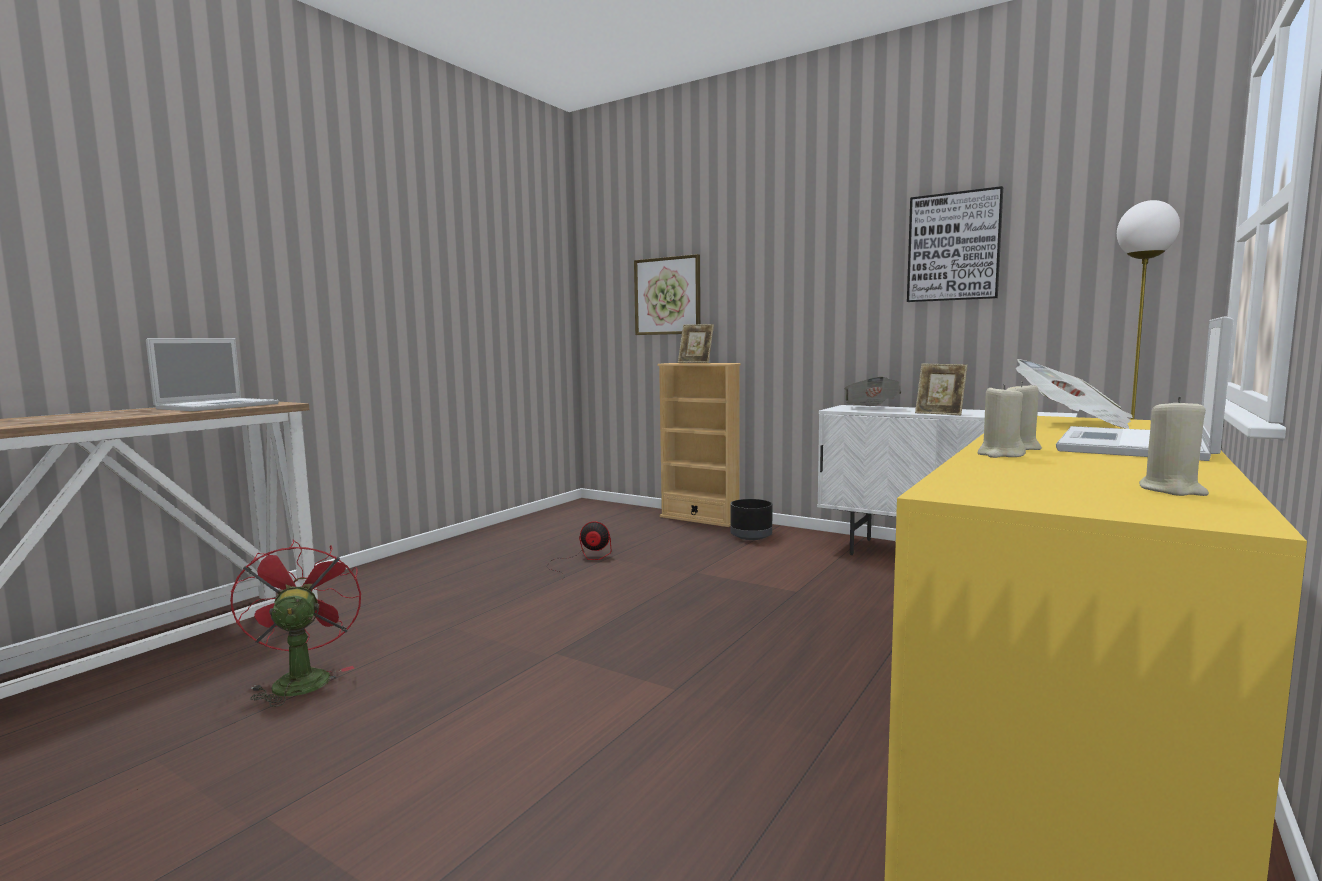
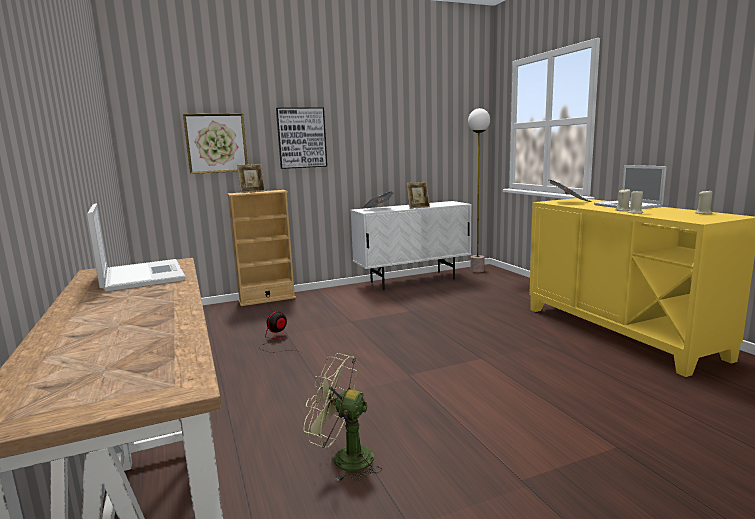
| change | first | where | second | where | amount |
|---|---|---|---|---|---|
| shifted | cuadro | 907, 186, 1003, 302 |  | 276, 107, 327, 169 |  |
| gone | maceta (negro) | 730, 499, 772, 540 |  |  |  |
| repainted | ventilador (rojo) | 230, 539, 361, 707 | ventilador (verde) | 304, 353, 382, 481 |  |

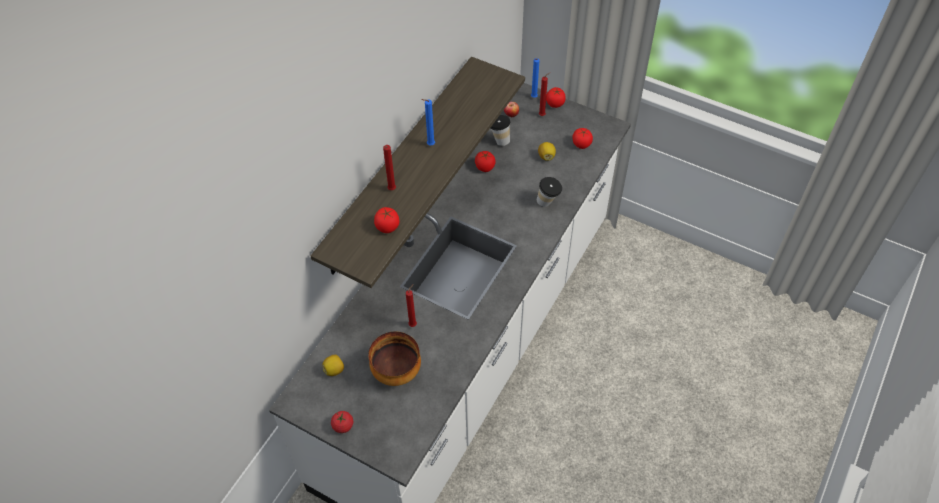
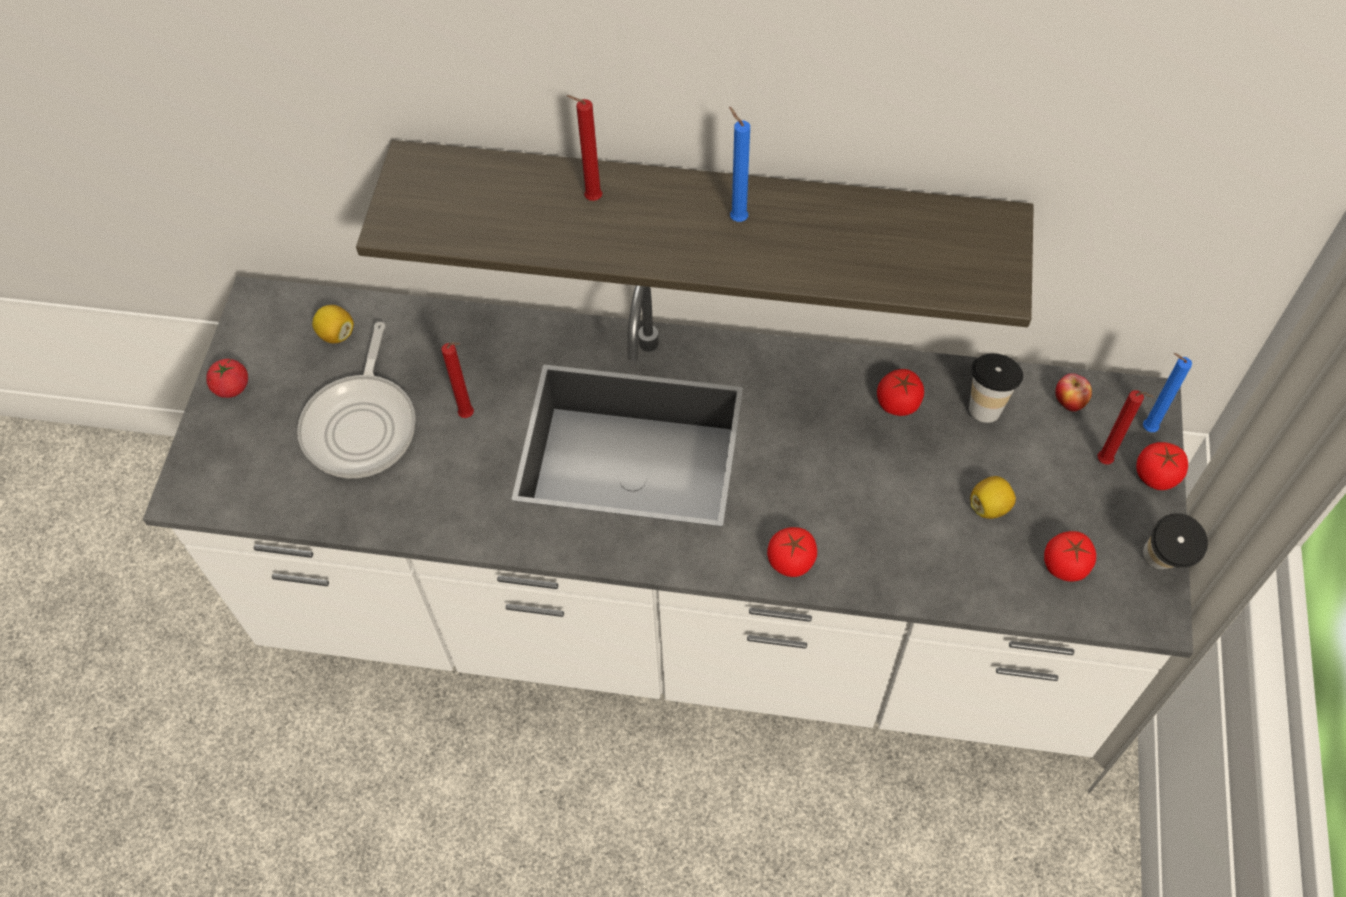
| change | first | where | second | where | amount |
|---|---|---|---|---|---|
| shifted | taza | 537, 177, 562, 207 |  | 1143, 513, 1208, 570 |  |
| shifted | tomate | 374, 207, 400, 233 |  | 767, 527, 817, 577 |  |
| swapped | cuenco | 368, 331, 421, 386 | sartén | 297, 322, 416, 478 |  |

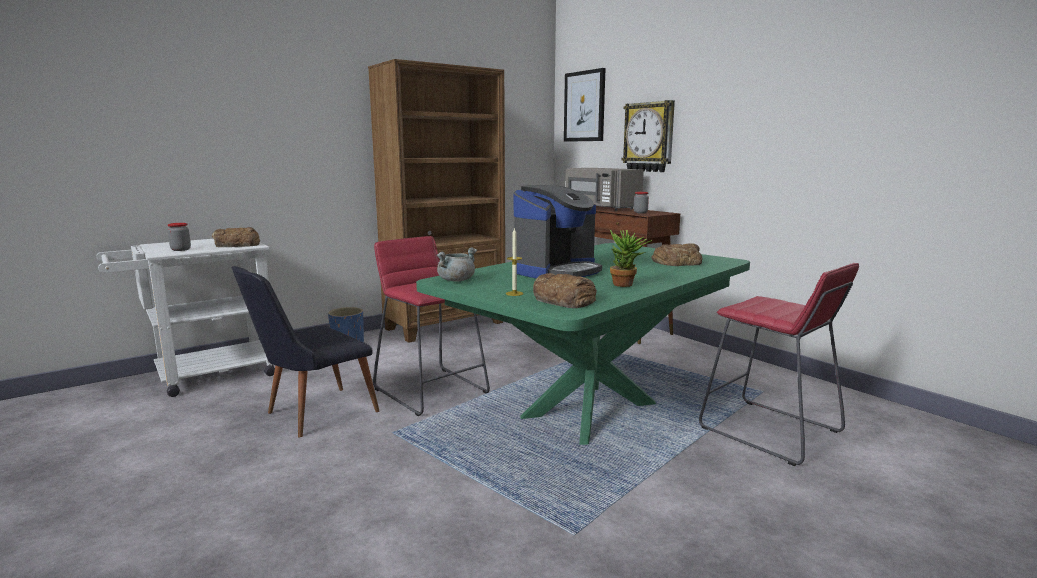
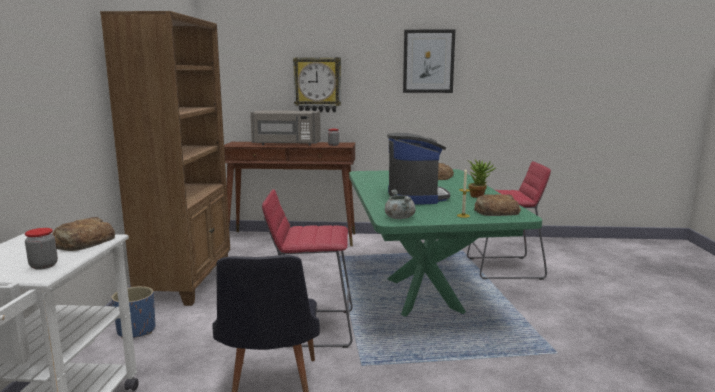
| change | first | where | second | where | amount |
|---|---|---|---|---|---|
| shifted | cuadro | 564, 68, 606, 142 |  | 403, 29, 456, 93 |  |

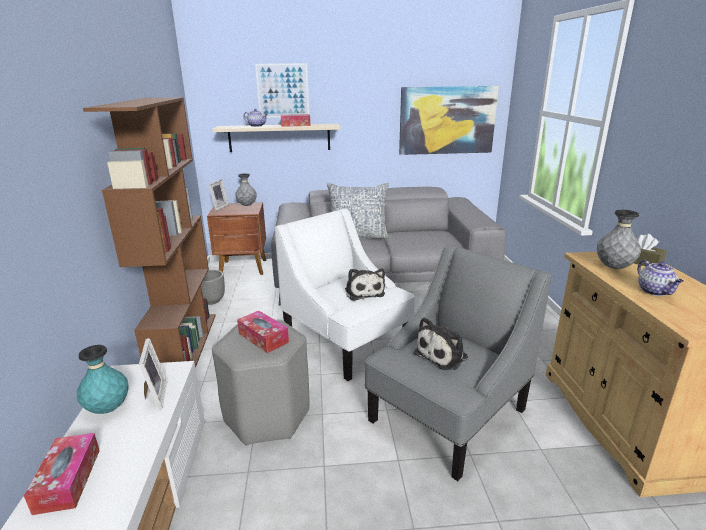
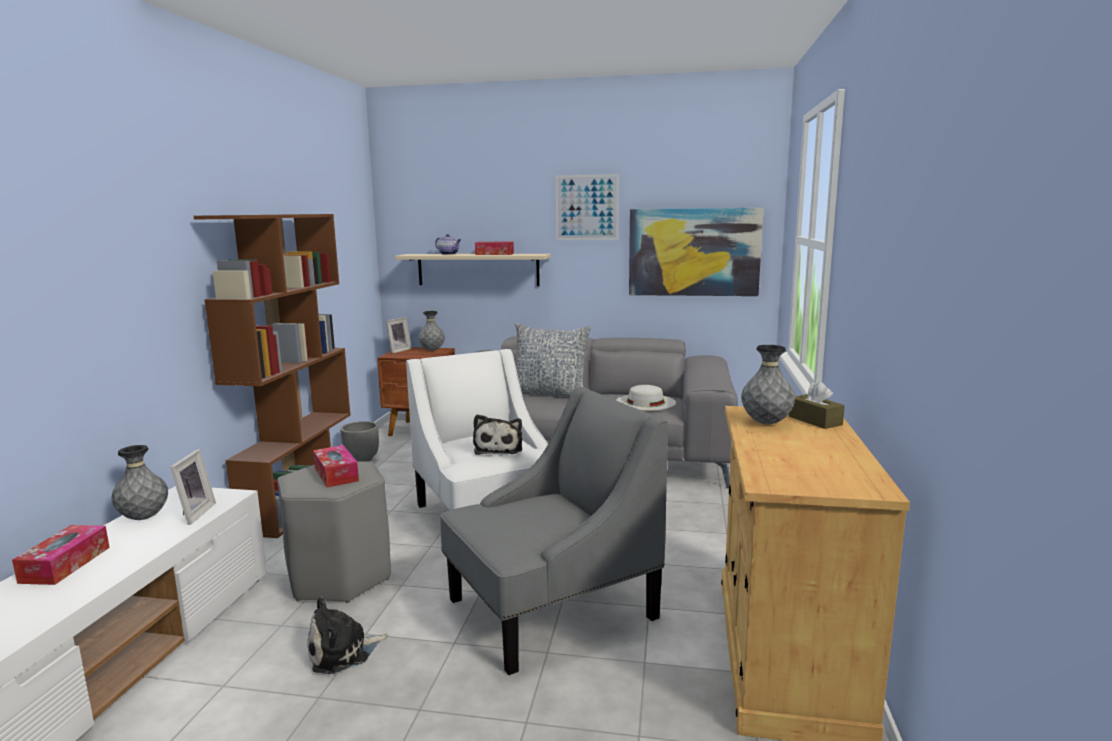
| change | first | where | second | where | amount |
|---|---|---|---|---|---|
| shifted | cuadro | 255, 63, 309, 118 |  | 556, 174, 619, 240 |  |
| gone | tetera | 637, 260, 684, 296 |  |  |  |
| shifted | peluche | 414, 317, 468, 370 |  | 307, 596, 389, 674 |  |
| repainted | florero (turquesa) | 77, 345, 129, 414 | florero (gris) | 112, 445, 168, 520 |  |
| new |  |  | sombrero (blanco) | 616, 385, 676, 410 |  |

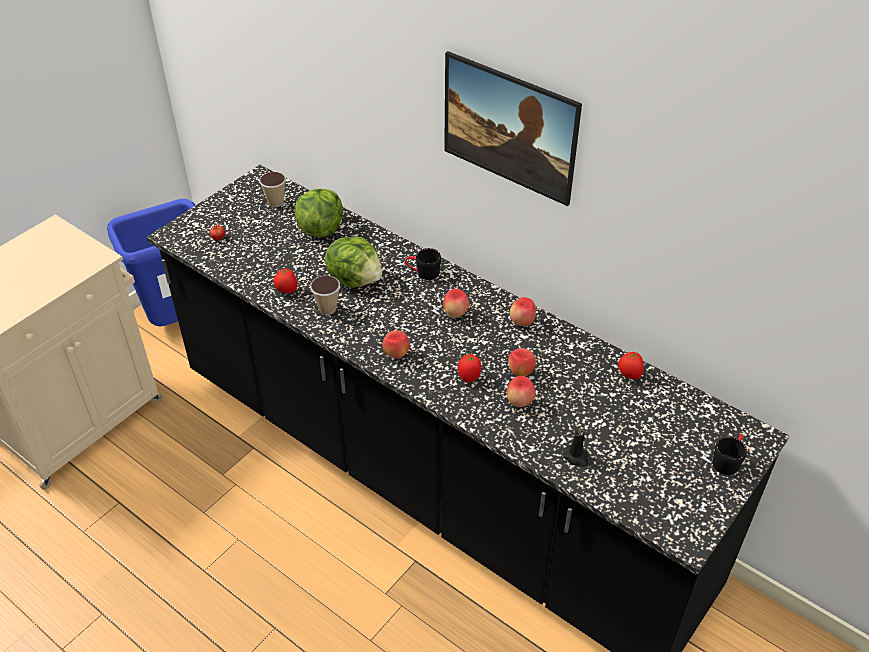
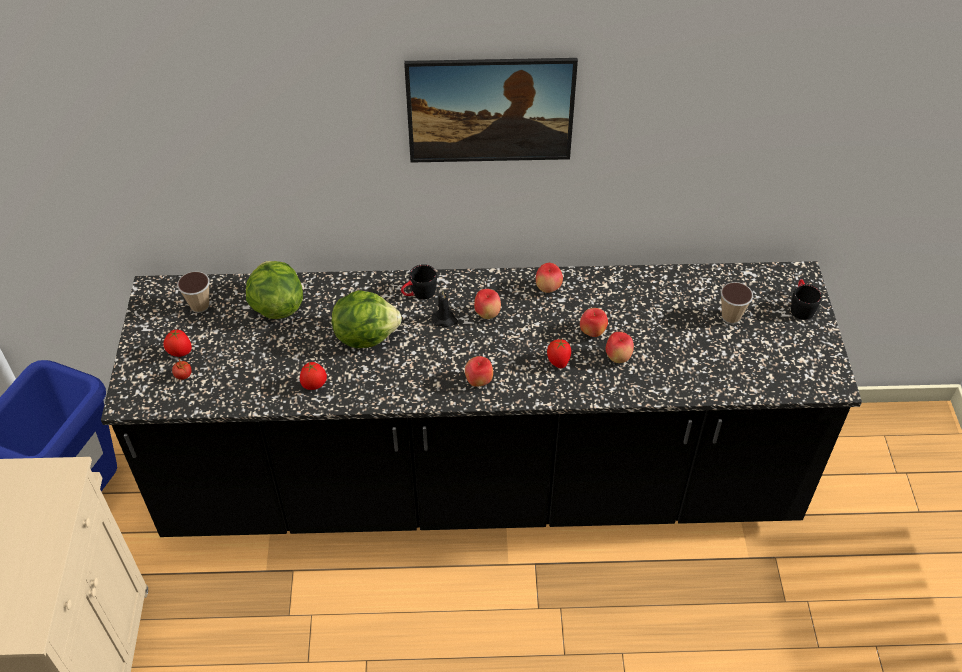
| change | first | where | second | where | amount |
|---|---|---|---|---|---|
| shifted | taza | 310, 276, 340, 315 |  | 721, 282, 753, 324 |  |
| shifted | tomate | 618, 352, 644, 379 |  | 164, 329, 192, 357 |  |
| shifted | vela (negro) | 563, 427, 588, 467 |  | 432, 291, 458, 327 |  |

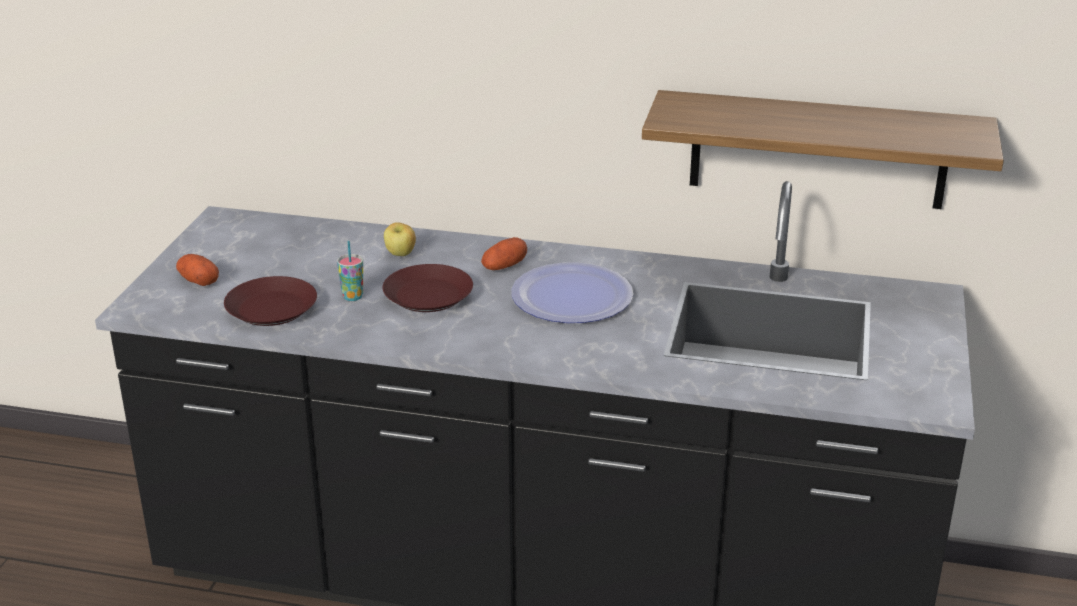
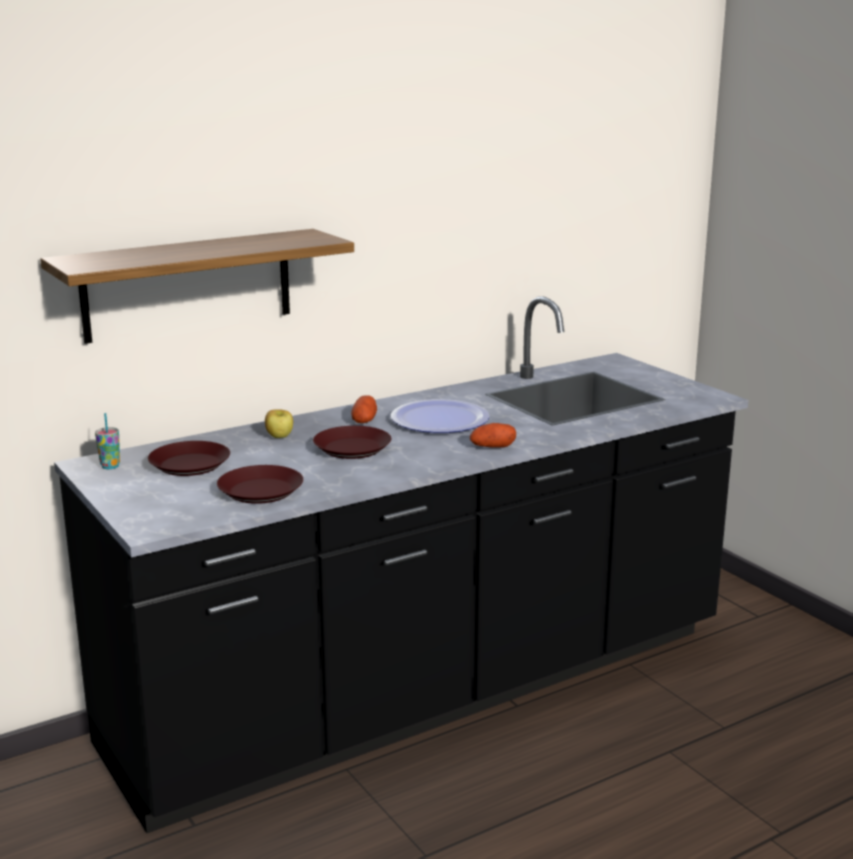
| change | first | where | second | where | amount |
|---|---|---|---|---|---|
| shifted | estante | 642, 90, 1004, 209 |  | 40, 229, 354, 344 |  |
| shifted | taza | 337, 241, 363, 301 |  | 95, 413, 120, 469 |  |
| shifted | patata | 176, 254, 219, 286 |  | 470, 423, 516, 448 |  |
| new |  |  | plato (marrón) | 148, 441, 230, 476 |  |

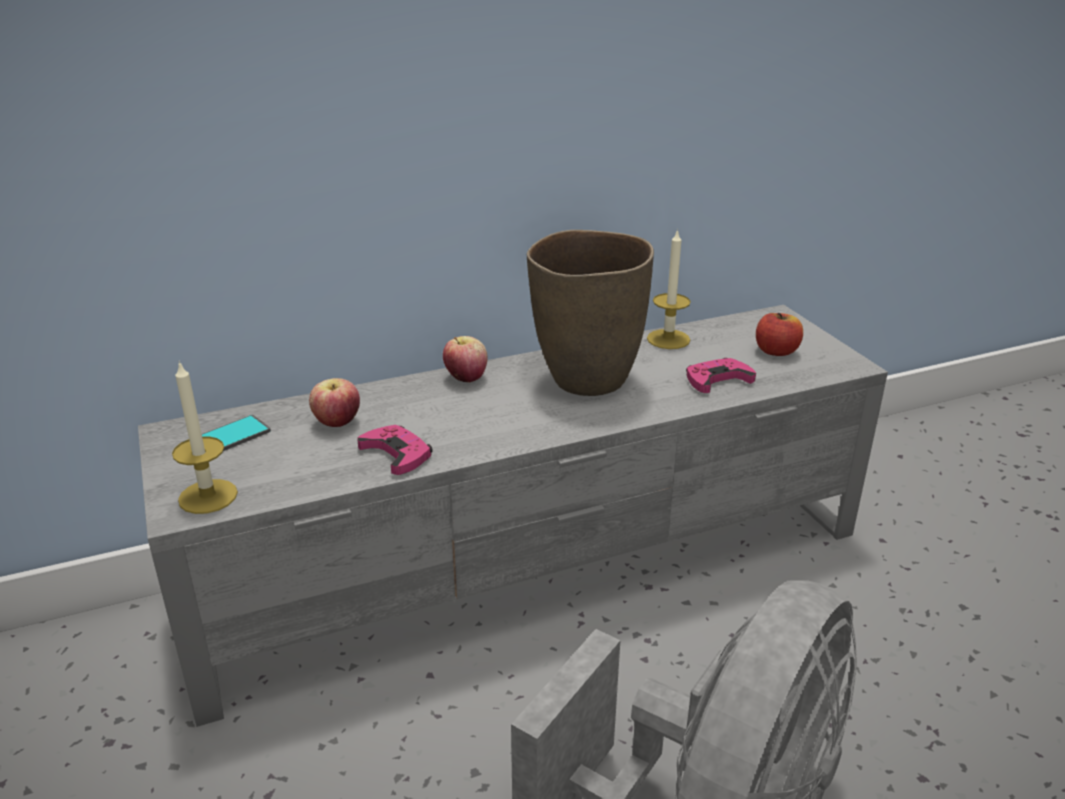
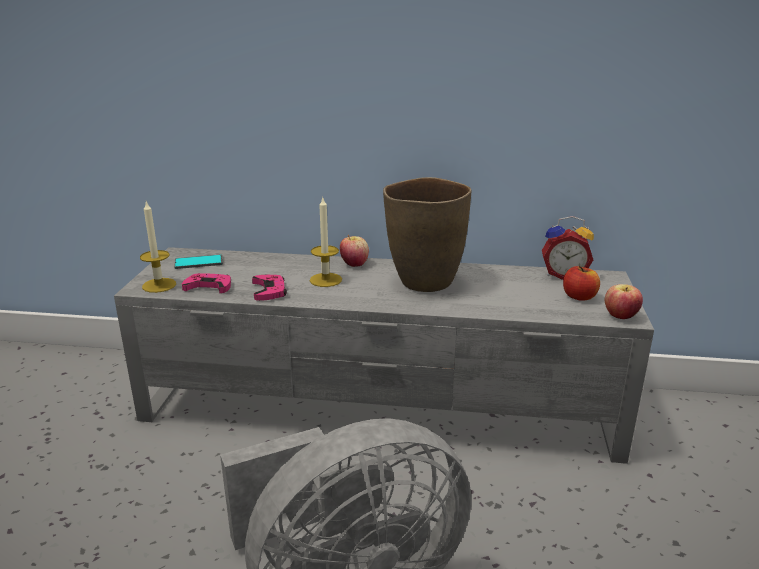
| change | first | where | second | where | amount |
|---|---|---|---|---|---|
| shifted | vela | 647, 229, 691, 349 |  | 310, 198, 342, 287 |  |
| shifted | mando de consola (rosa) | 686, 358, 756, 393 |  | 182, 273, 231, 293 |  |
| shifted | manzana | 309, 378, 360, 427 |  | 605, 284, 643, 319 |  |
| new |  |  | despertador | 542, 216, 594, 280 |  |

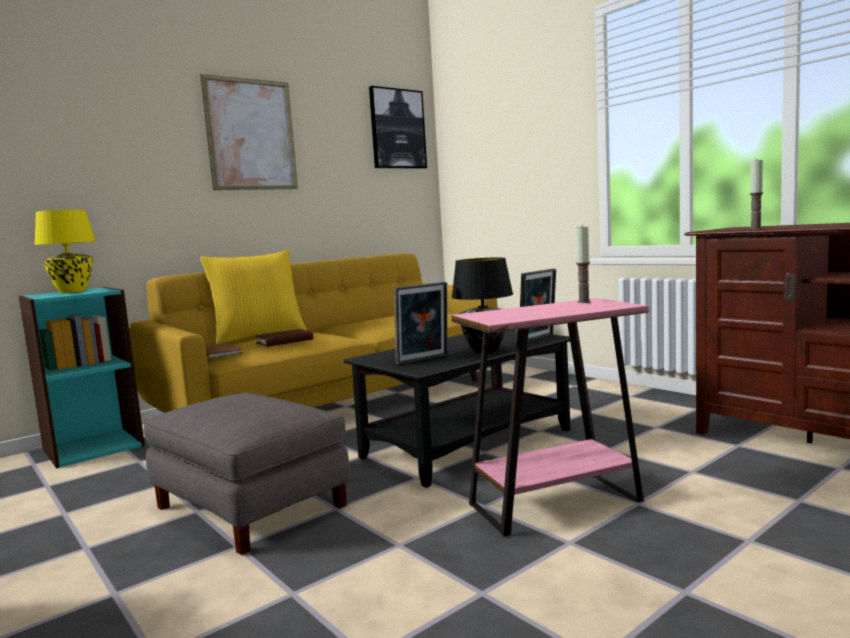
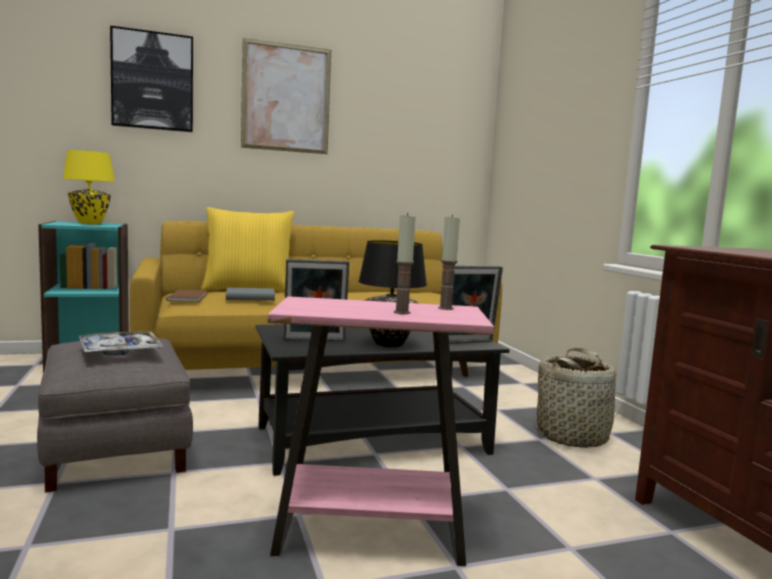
| change | first | where | second | where | amount |
|---|---|---|---|---|---|
| shifted | cuadro | 369, 86, 427, 169 |  | 110, 26, 193, 132 |  |
| shifted | vela | 749, 158, 763, 229 |  | 394, 213, 416, 314 |  |
| repainted | libro (marrón) | 256, 329, 313, 347 | libro (gris) | 226, 288, 275, 301 |  |
| new |  |  | bandeja | 79, 332, 163, 355 |  |
| new |  |  | cesta | 533, 347, 624, 448 |  |

